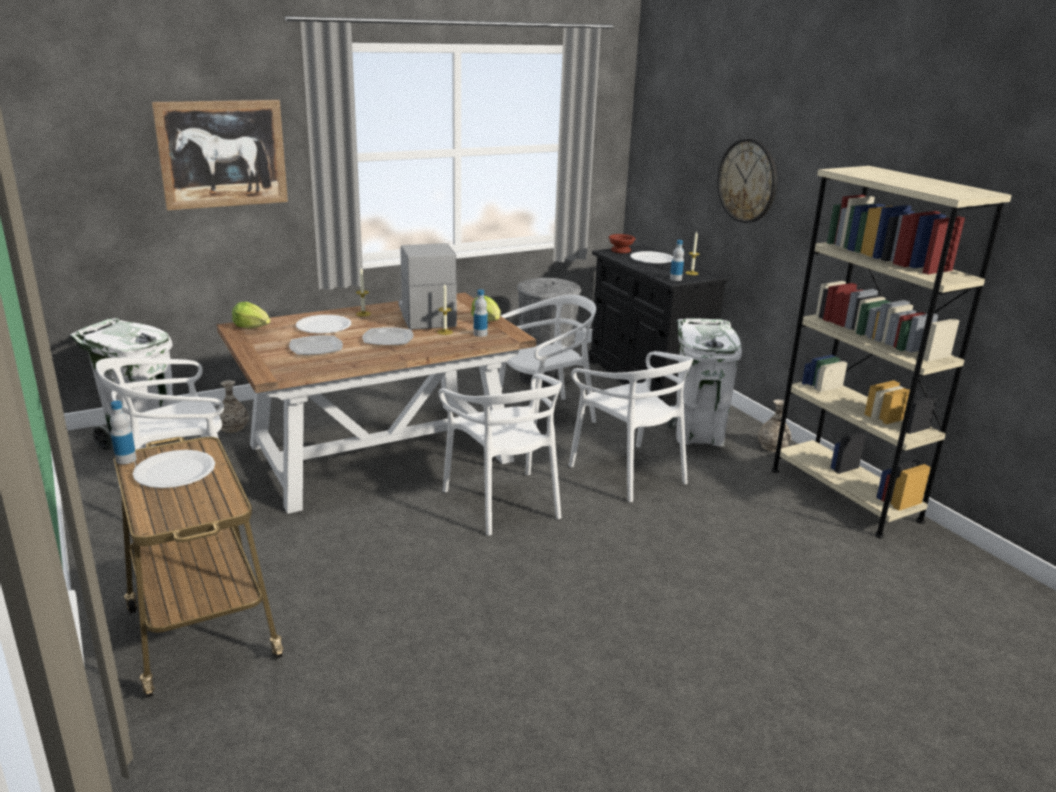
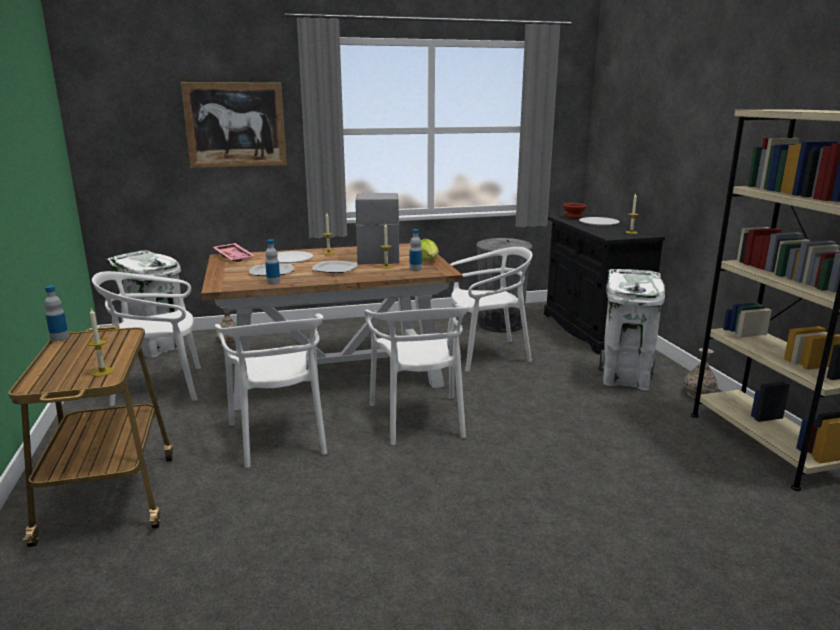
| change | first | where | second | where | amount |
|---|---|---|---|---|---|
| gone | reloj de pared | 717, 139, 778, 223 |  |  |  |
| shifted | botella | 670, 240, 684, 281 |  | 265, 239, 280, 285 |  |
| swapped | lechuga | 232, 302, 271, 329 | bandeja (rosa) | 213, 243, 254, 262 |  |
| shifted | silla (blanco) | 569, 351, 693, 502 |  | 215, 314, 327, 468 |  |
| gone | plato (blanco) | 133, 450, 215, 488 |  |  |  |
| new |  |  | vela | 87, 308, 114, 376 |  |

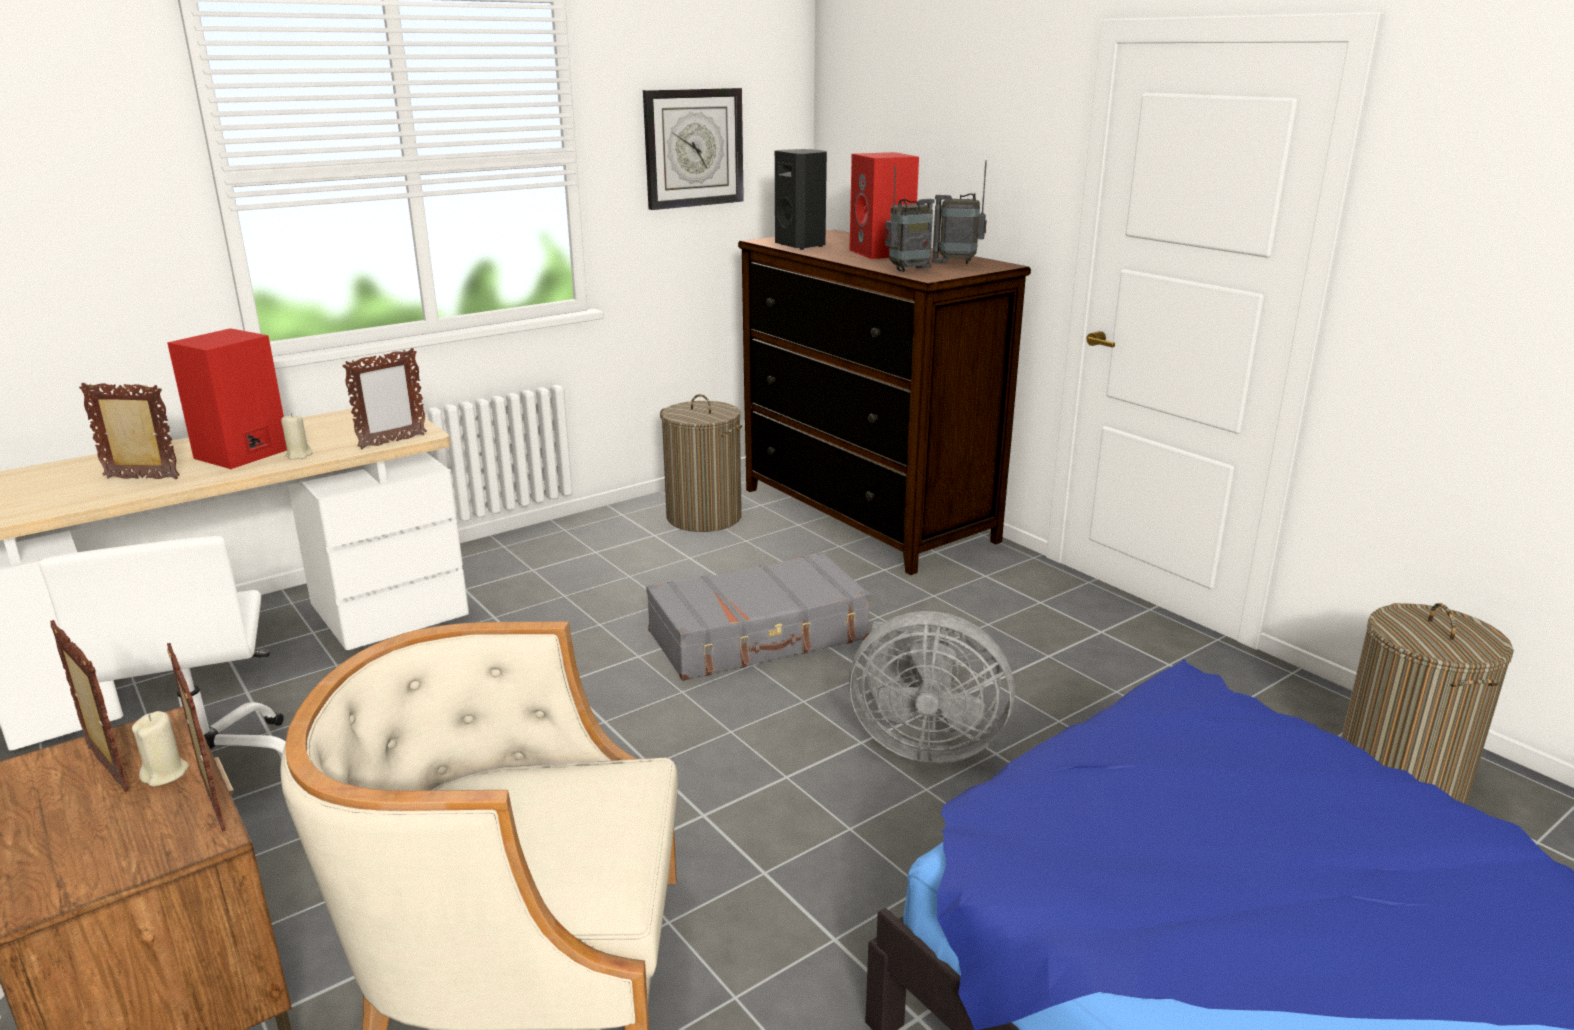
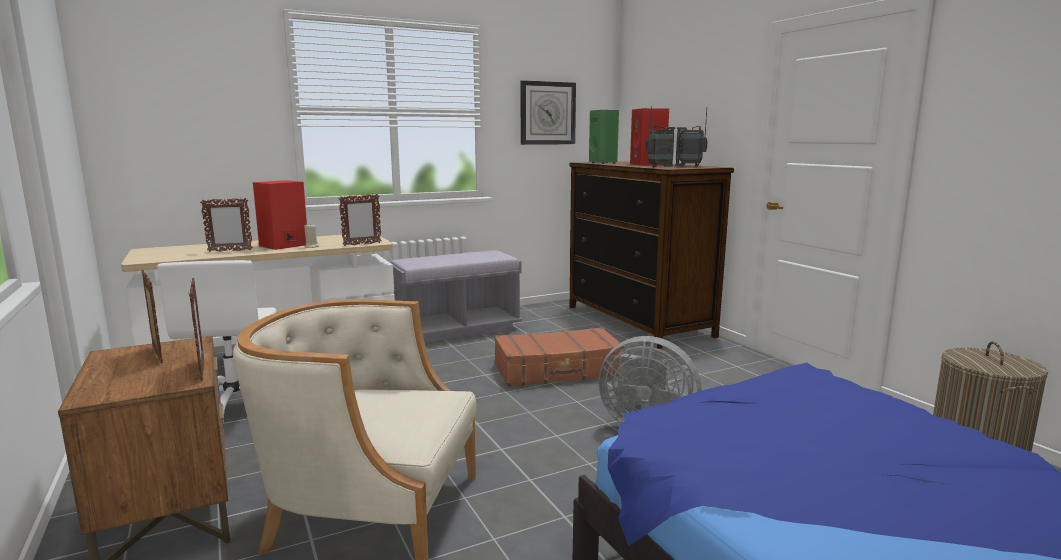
| change | first | where | second | where | amount |
|---|---|---|---|---|---|
| repainted | altavoz (negro) | 775, 149, 827, 250 | altavoz (verde) | 589, 110, 619, 164 |  |
| rotated | portarretratos | 79, 383, 180, 479 |  | 200, 198, 253, 252 | 150 degrees clockwise |
| gone | cesto de la ropa | 660, 394, 742, 532 |  |  |  |
| repainted | maleta (gris) | 646, 552, 870, 681 | maleta (marrón) | 494, 327, 625, 387 |  |
| gone | vela (beis) | 132, 711, 189, 786 |  |  |  |
| new |  |  | banco (gris) | 390, 250, 522, 343 |  |

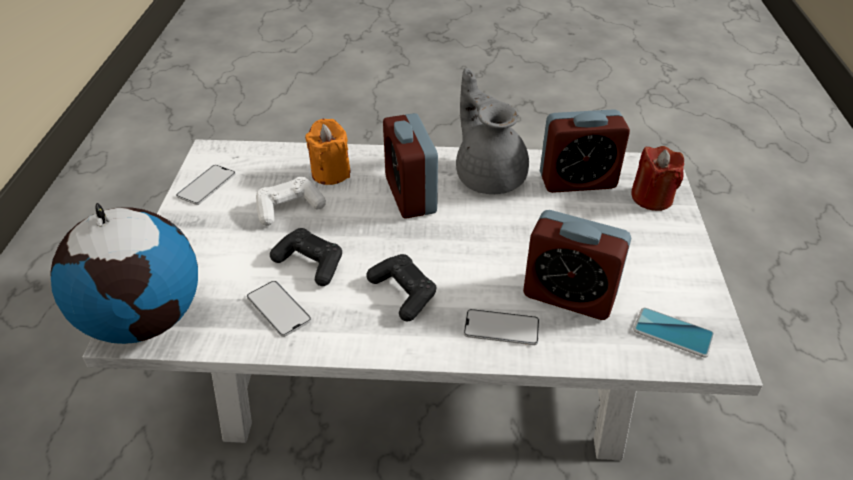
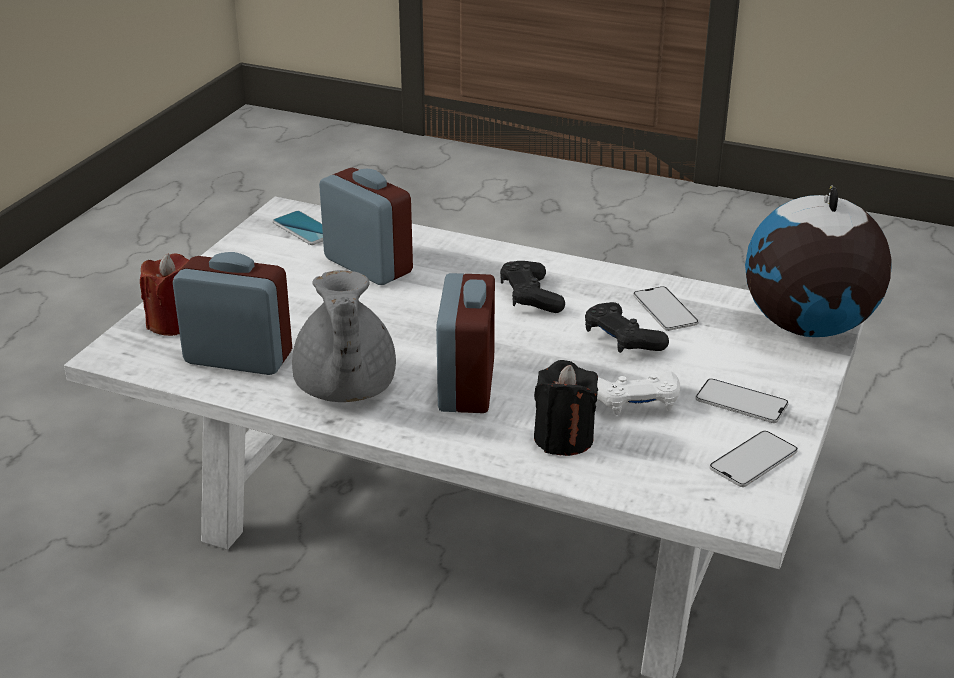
| change | first | where | second | where | amount |
|---|---|---|---|---|---|
| repainted | vela (naranja) | 305, 119, 351, 185 | vela (negro) | 534, 360, 598, 456 |  |
| shifted | móvil | 464, 309, 539, 345 |  | 695, 379, 789, 423 |  |

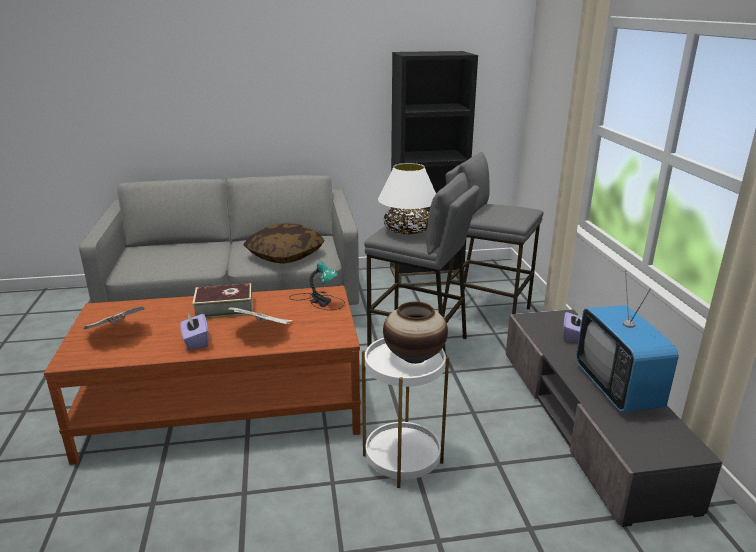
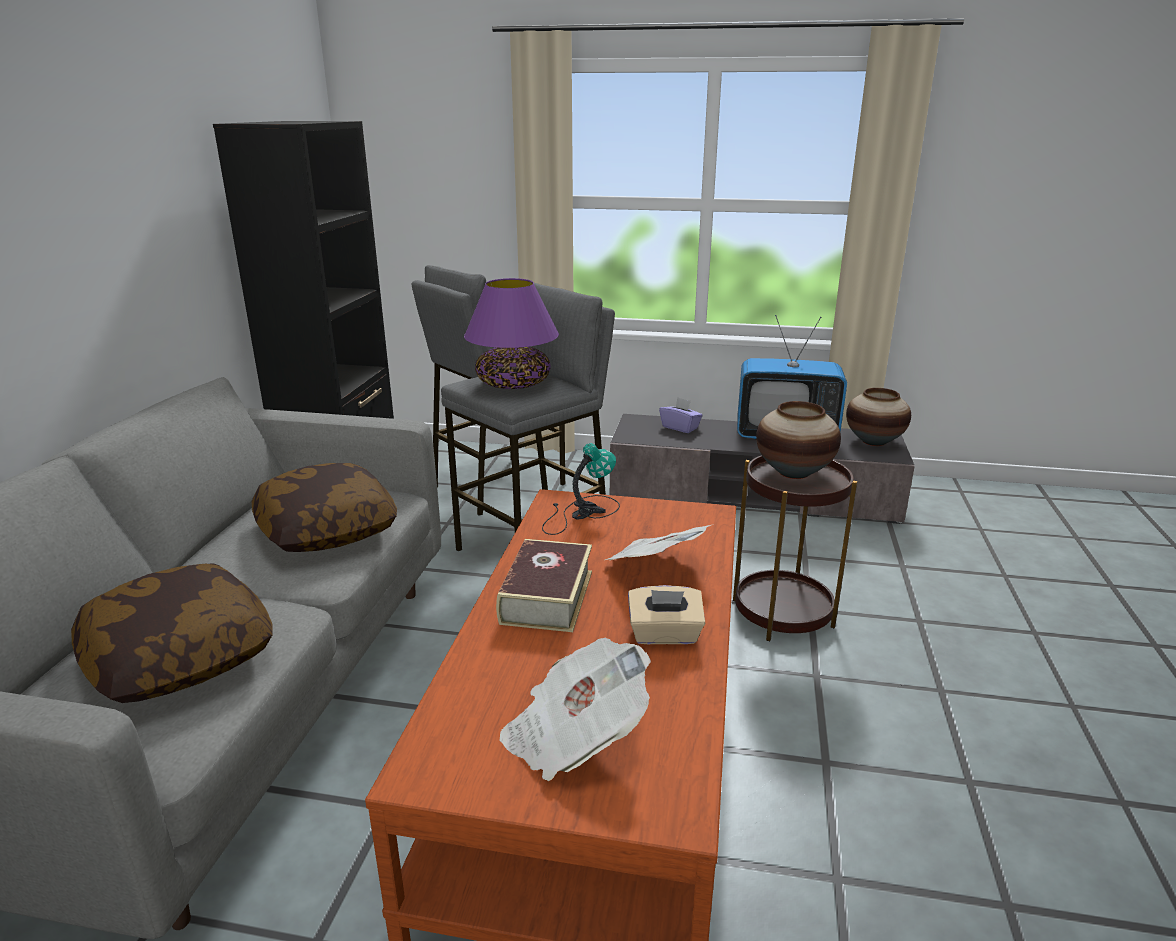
| change | first | where | second | where | amount |
|---|---|---|---|---|---|
| repainted | lámpara de mesa (blanco) | 378, 163, 436, 235 | lámpara de mesa (morado) | 464, 278, 559, 389 |  |
| repainted | caja de pañuelos (morado) | 180, 313, 209, 350 | caja de pañuelos (beis) | 628, 585, 705, 644 |  |
| repainted | mesa auxiliar (blanco) | 362, 338, 449, 488 | mesa auxiliar (marrón) | 733, 455, 858, 641 |  |
| new |  |  | florero | 846, 388, 911, 446 |  |
| new |  |  | cojín | 71, 563, 273, 703 |  |

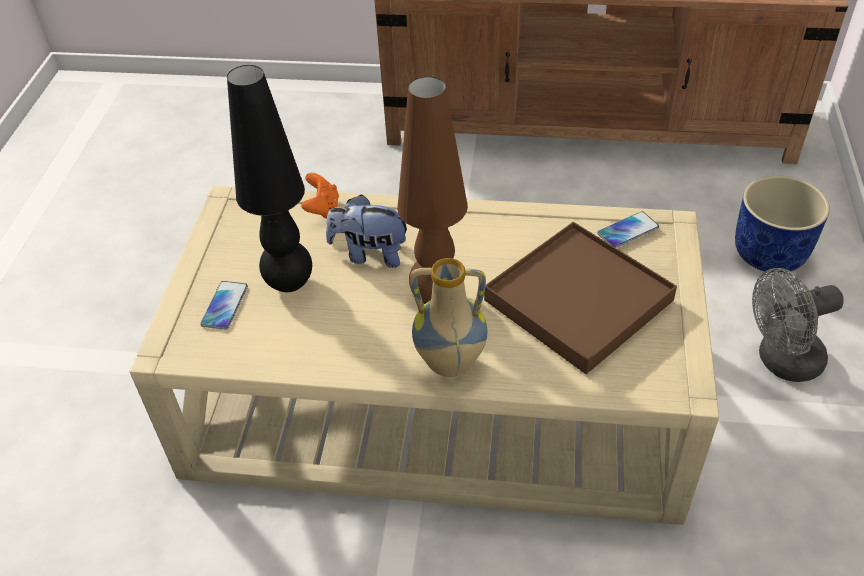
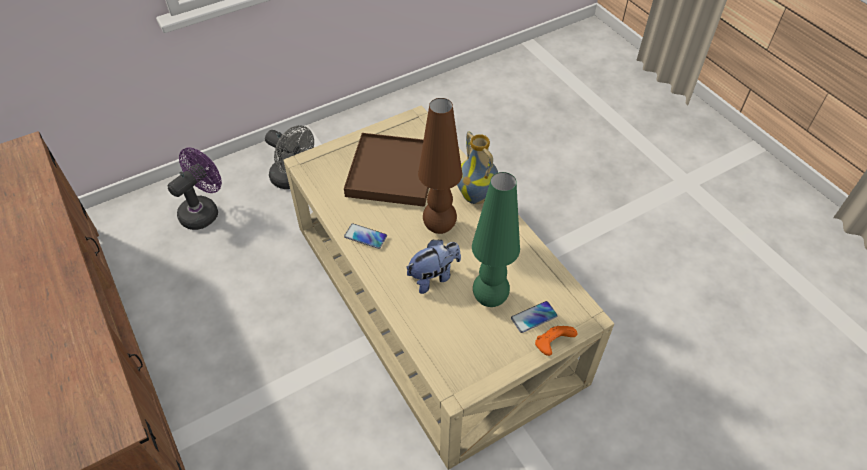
| change | first | where | second | where | amount |
|---|---|---|---|---|---|
| repainted | lámpara de mesa (negro) | 227, 65, 312, 292 | lámpara de mesa (verde) | 472, 172, 520, 307 |  |
| shifted | mando de consola (naranja) | 301, 173, 339, 218 |  | 535, 326, 577, 356 |  |
| swapped | maceta (azul) | 735, 176, 830, 273 | ventilador (morado) | 168, 148, 222, 230 |  |
| rotated | peluche | 326, 195, 407, 268 |  | 406, 239, 461, 294 | 90 degrees counterclockwise |
| shifted | móvil | 597, 211, 659, 248 |  | 344, 223, 387, 249 |  |

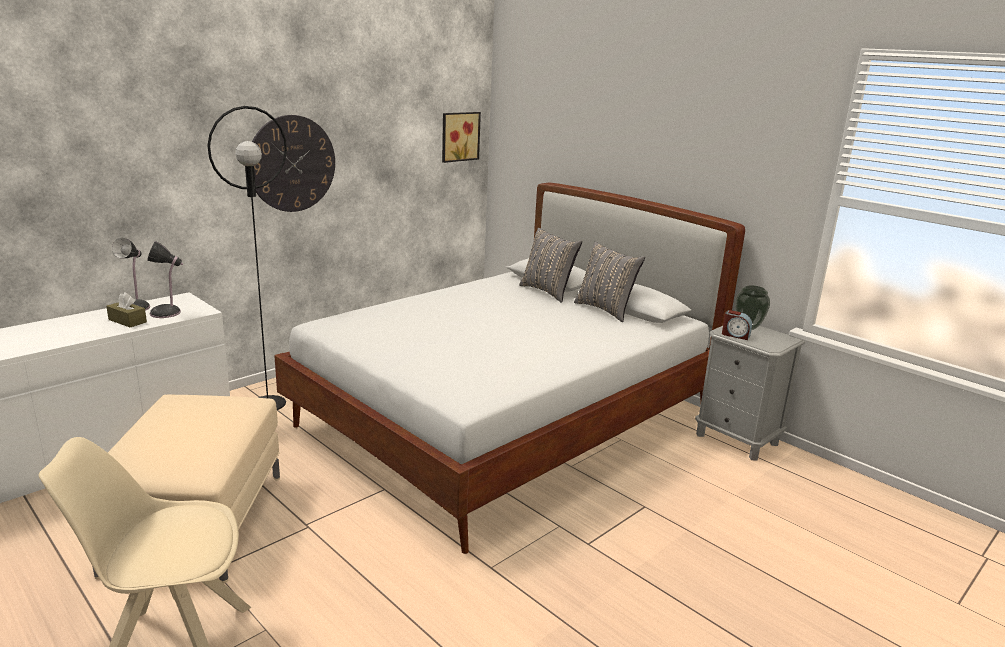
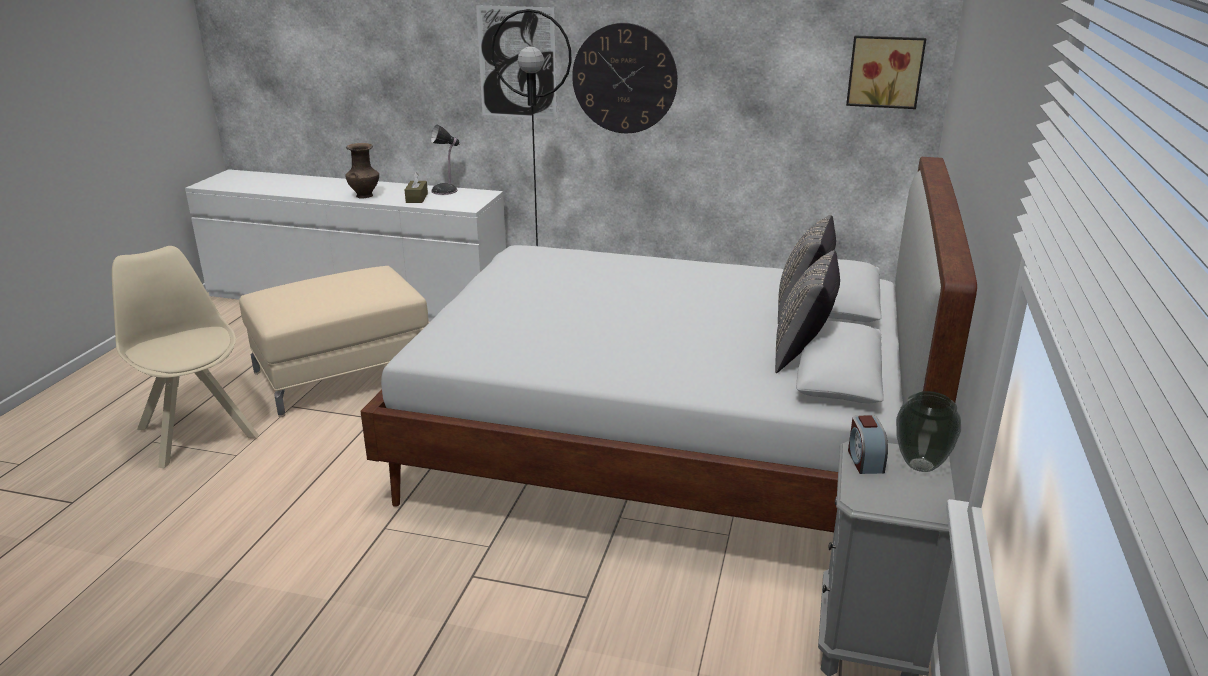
| change | first | where | second | where | amount |
|---|---|---|---|---|---|
| gone | lámpara de mesa | 147, 241, 183, 318 |  |  |  |
| new |  |  | cuadro | 476, 5, 557, 119 |  |
| new |  |  | florero (marrón) | 345, 143, 379, 198 |  |

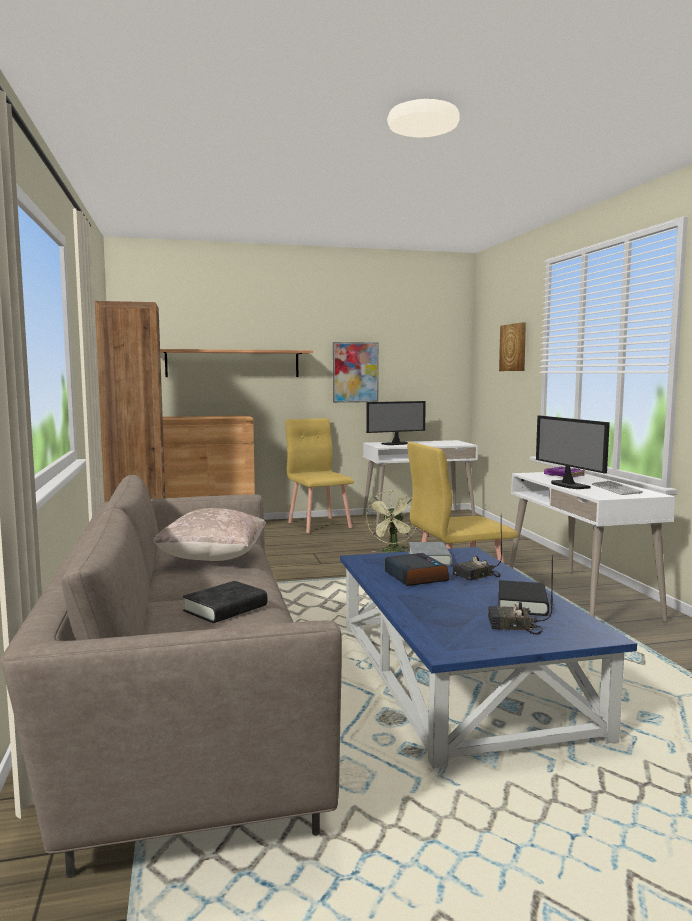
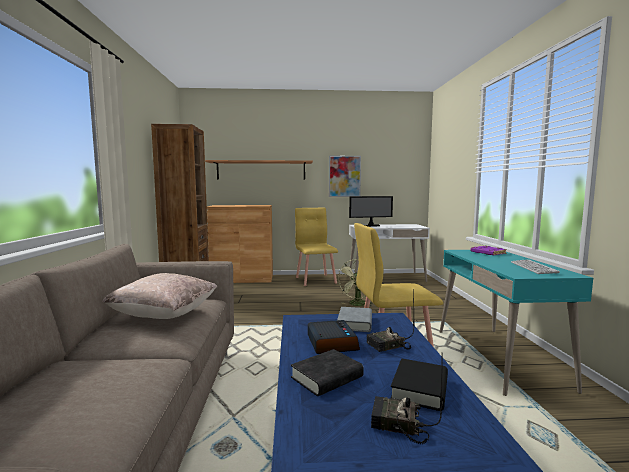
| change | first | where | second | where | amount |
|---|---|---|---|---|---|
| gone | cuadro | 499, 322, 526, 371 |  |  |  |
| gone | monitor | 536, 415, 610, 489 |  |  |  |
| repainted | escritorio (blanco) | 509, 472, 675, 623 | escritorio (turquesa) | 440, 250, 593, 396 |  |
| shifted | libro (negro) | 183, 581, 267, 623 |  | 291, 349, 364, 396 |  |

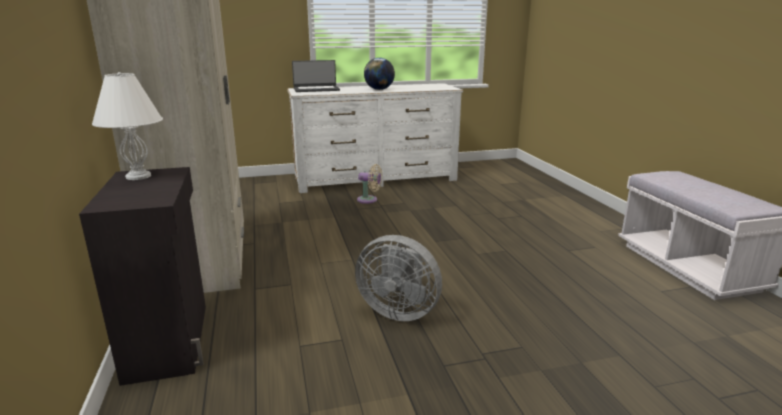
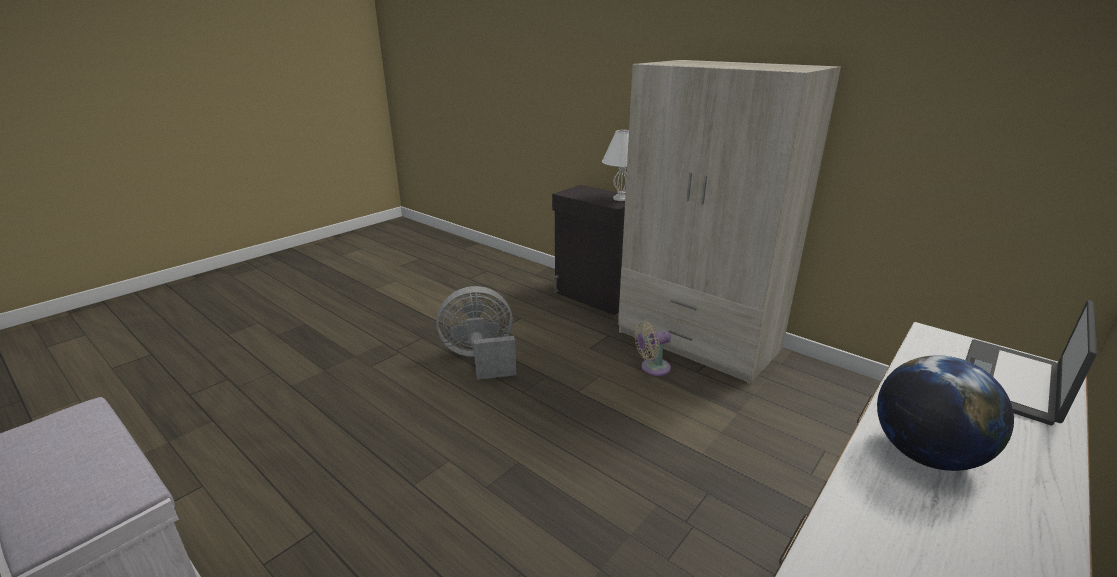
| change | first | where | second | where | amount |
|---|---|---|---|---|---|
| shifted | ventilador (beis) | 357, 164, 382, 204 |  | 635, 321, 671, 376 |  |

